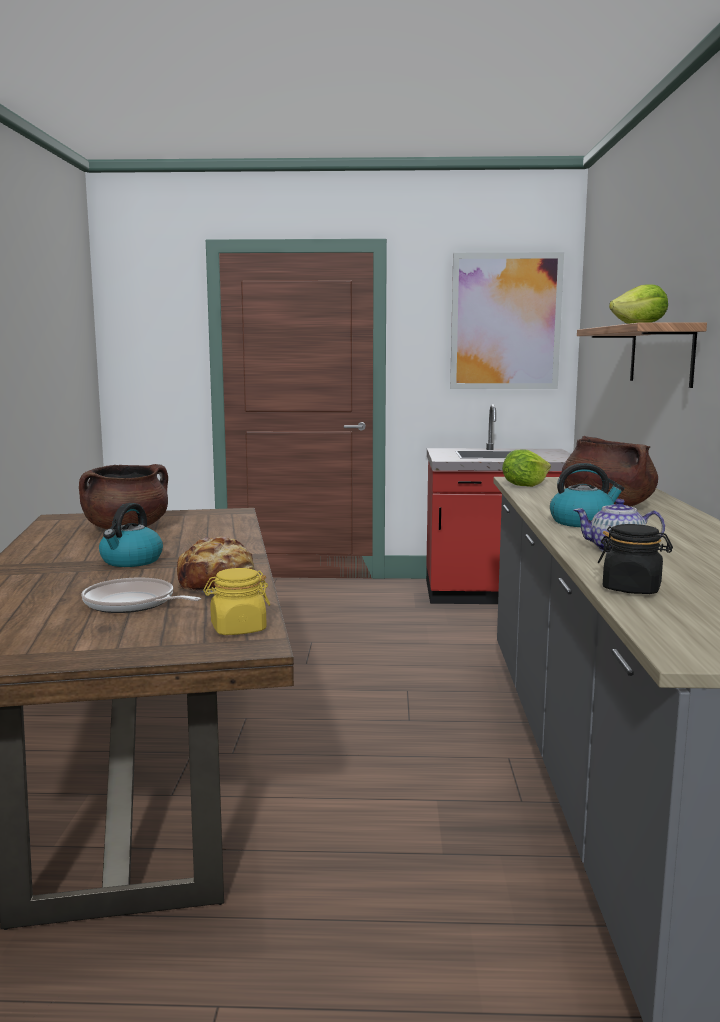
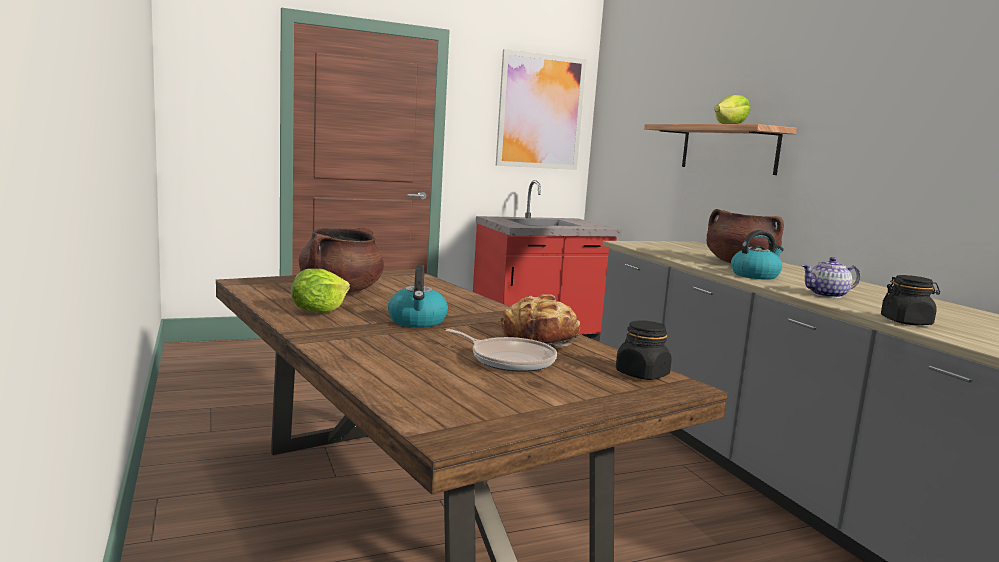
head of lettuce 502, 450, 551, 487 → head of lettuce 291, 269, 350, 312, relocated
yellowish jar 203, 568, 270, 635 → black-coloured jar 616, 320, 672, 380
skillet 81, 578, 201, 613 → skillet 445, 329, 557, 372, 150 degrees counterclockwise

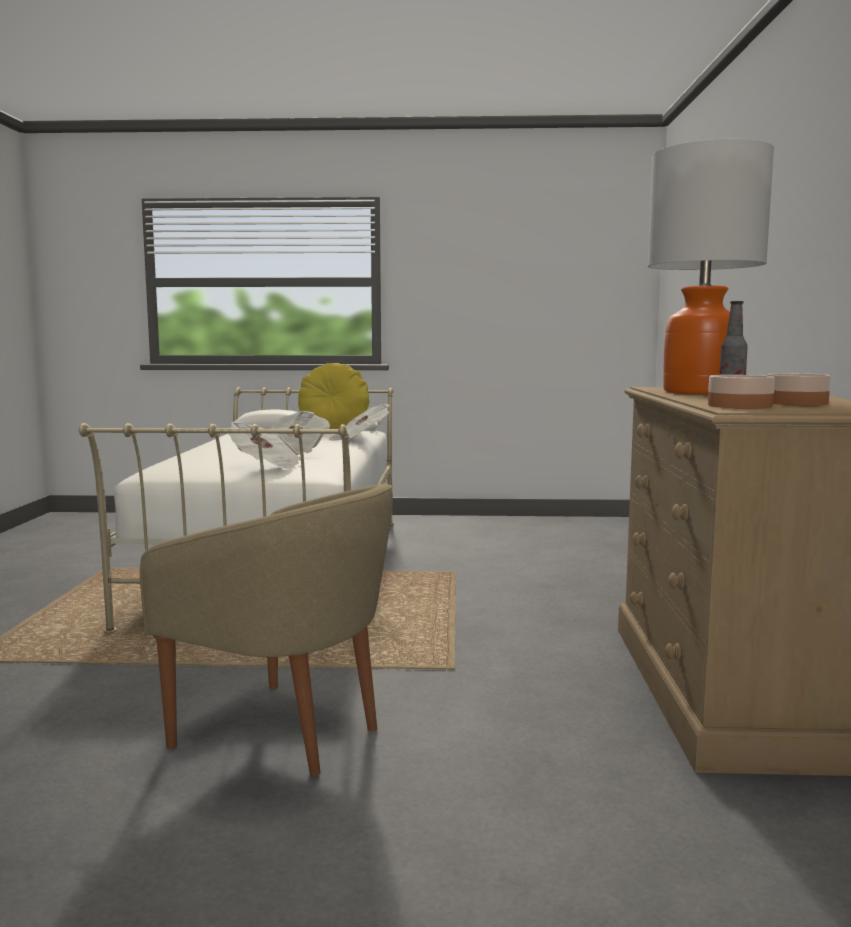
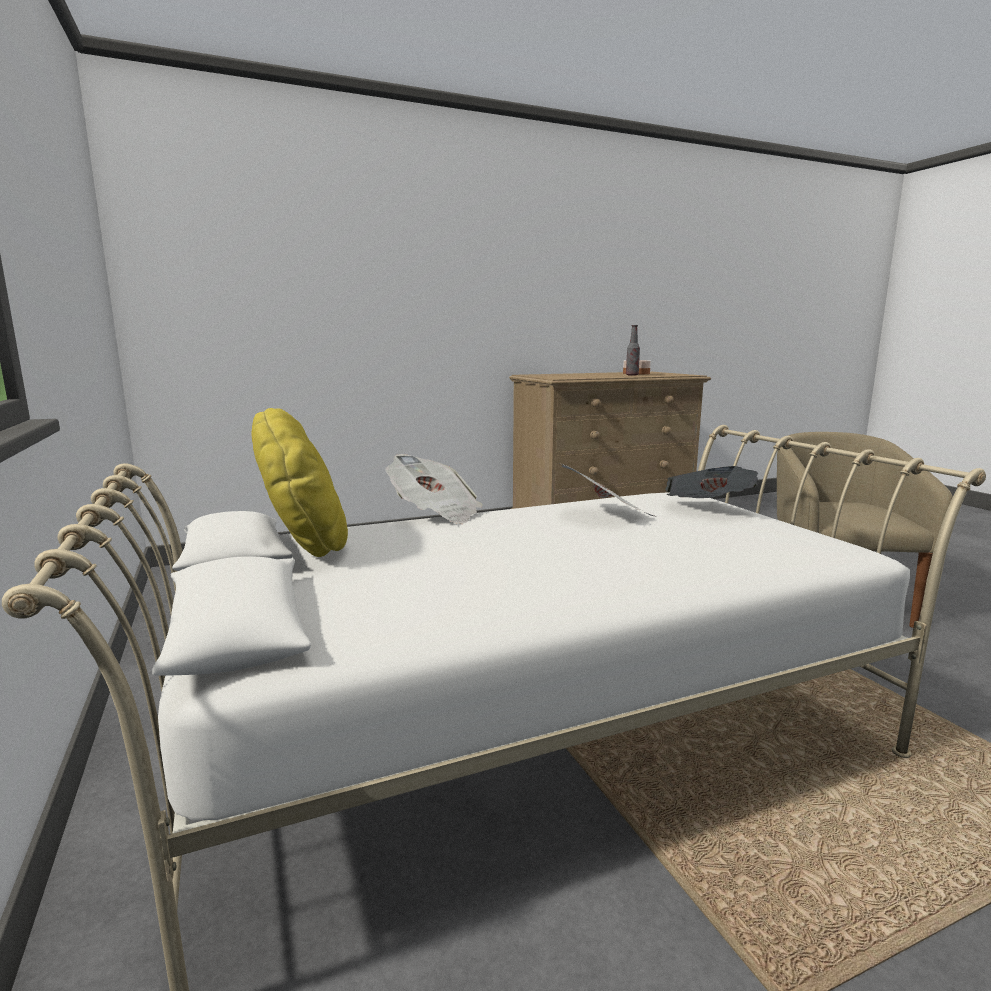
table lamp 647, 139, 774, 395 → -
deep dish 708, 375, 775, 409 → -

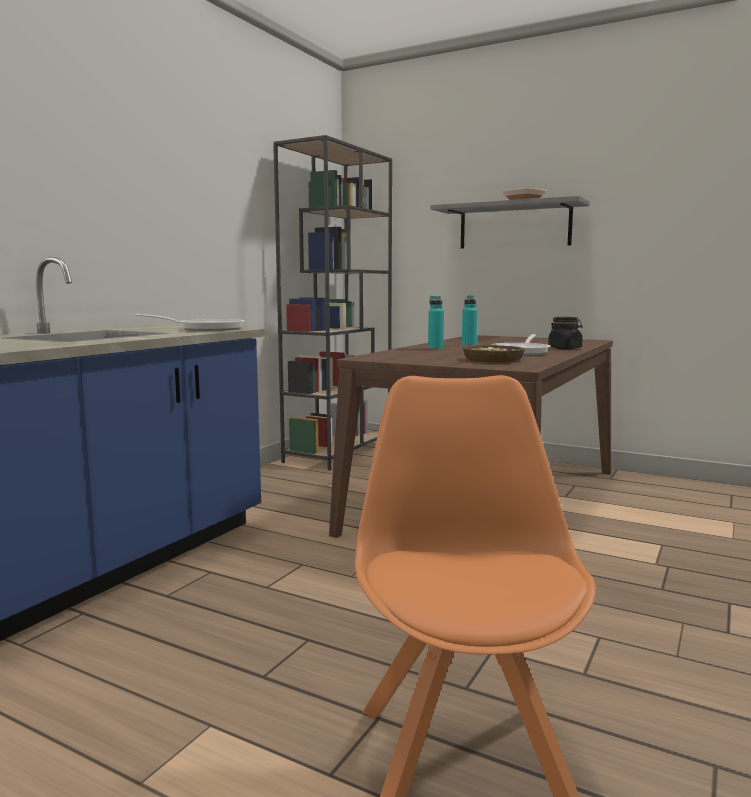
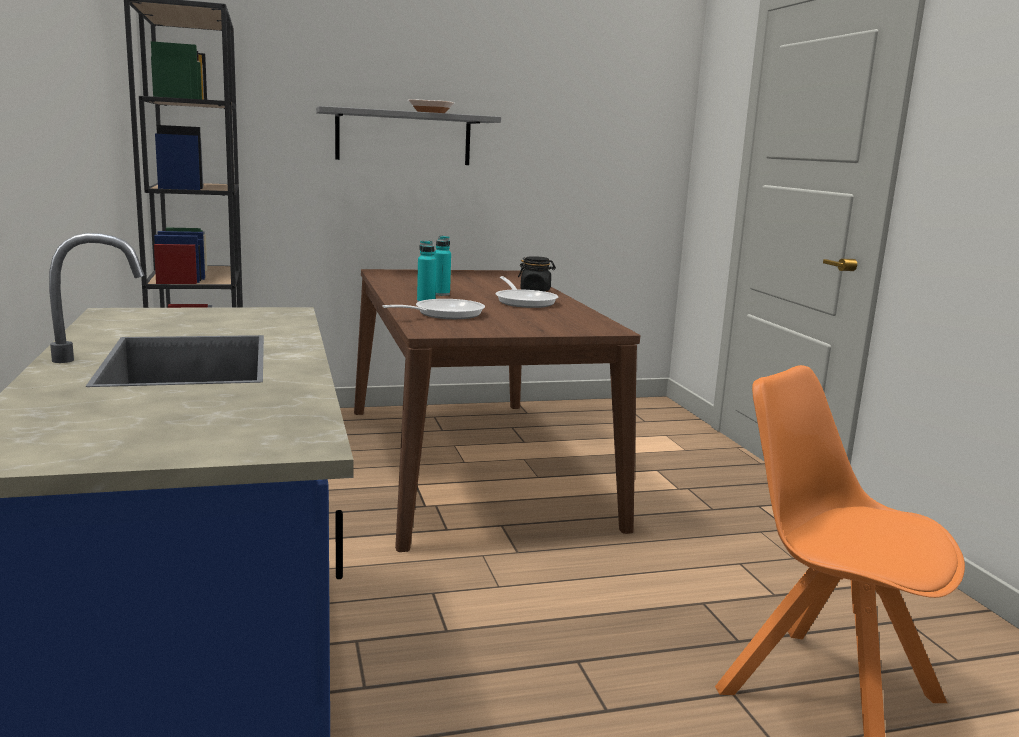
skillet 136, 314, 245, 331 → skillet 382, 299, 485, 319, relocated
deep dish 463, 344, 525, 362 → -

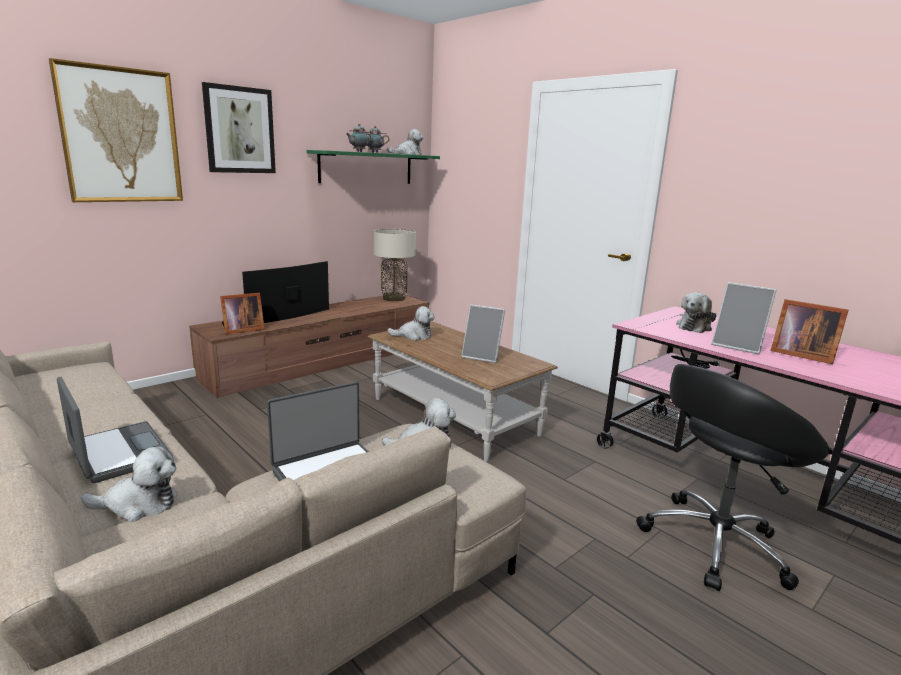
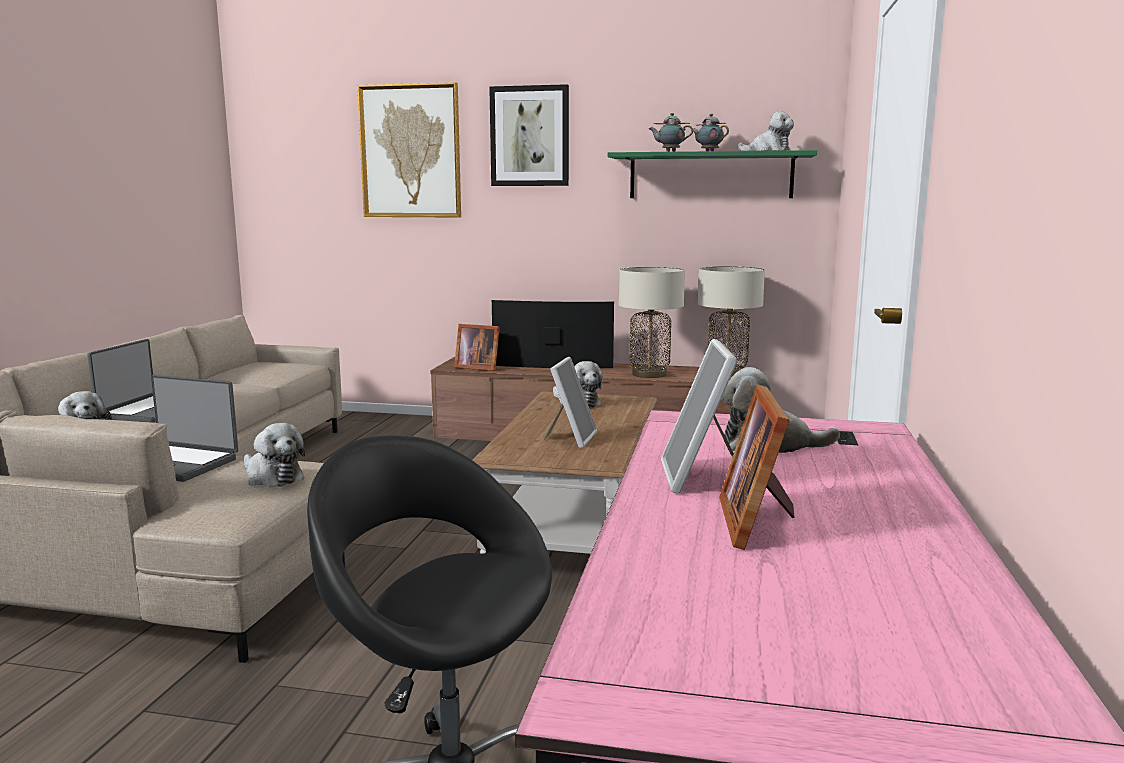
picture frame 461, 305, 505, 363 → picture frame 543, 357, 597, 448, 150 degrees counterclockwise
- → table lamp 619, 267, 685, 378

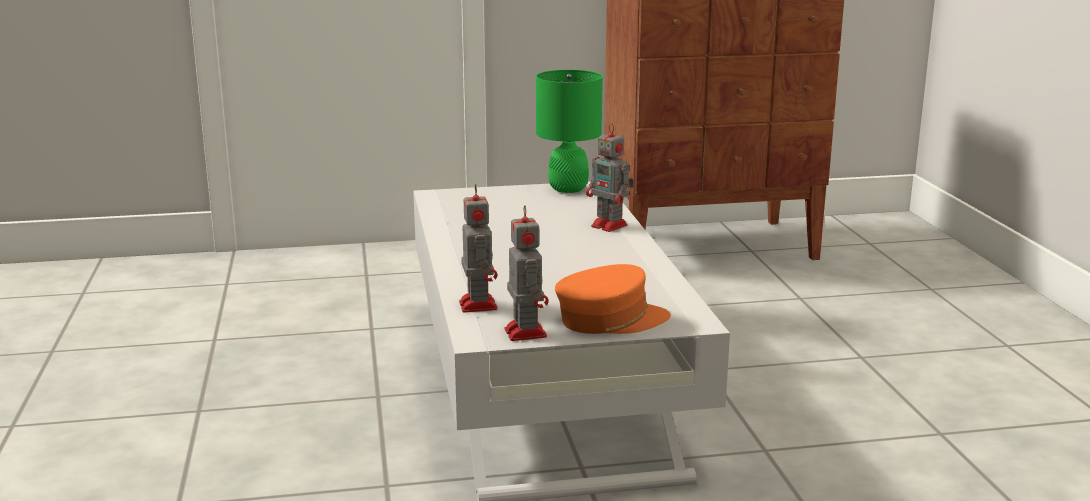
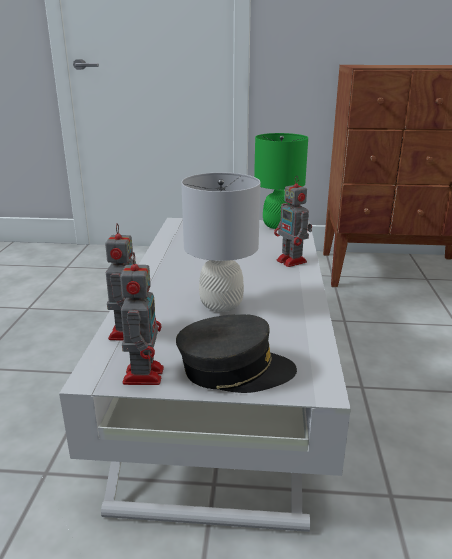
orange-coloured baseball cap 555, 264, 671, 334 → gray baseball cap 176, 314, 297, 393
- → gray table lamp 181, 173, 260, 312

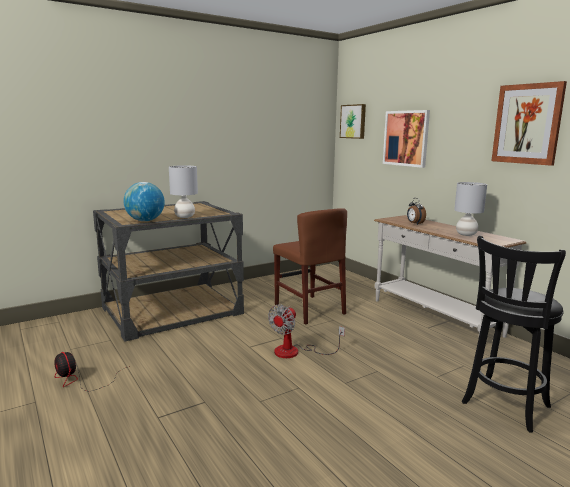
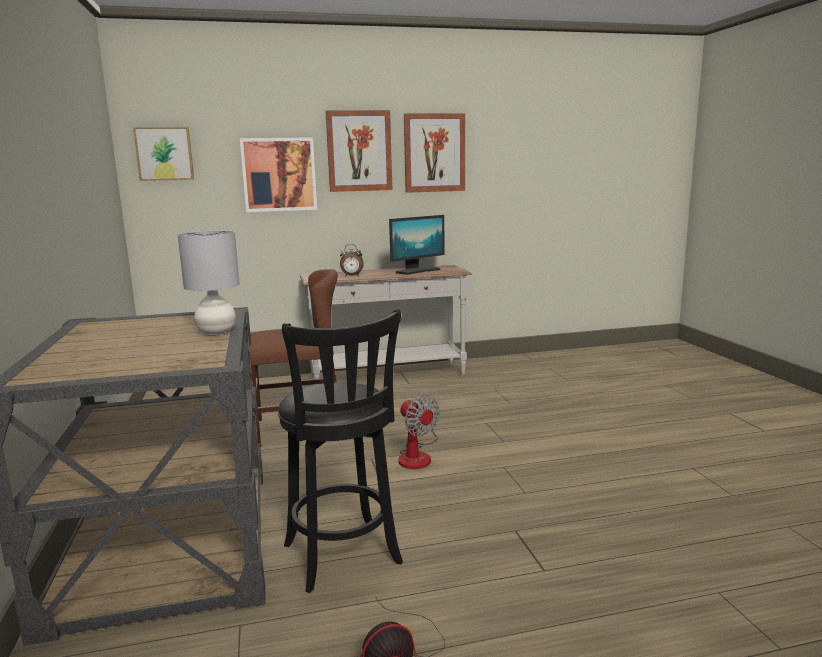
globe 123, 182, 165, 221 → -
gray table lamp 454, 182, 487, 236 → computer display 389, 215, 445, 275
black-coloured stool seat 462, 236, 566, 432 → black-coloured stool seat 278, 309, 403, 593, relocated
- → wall art 325, 110, 392, 192

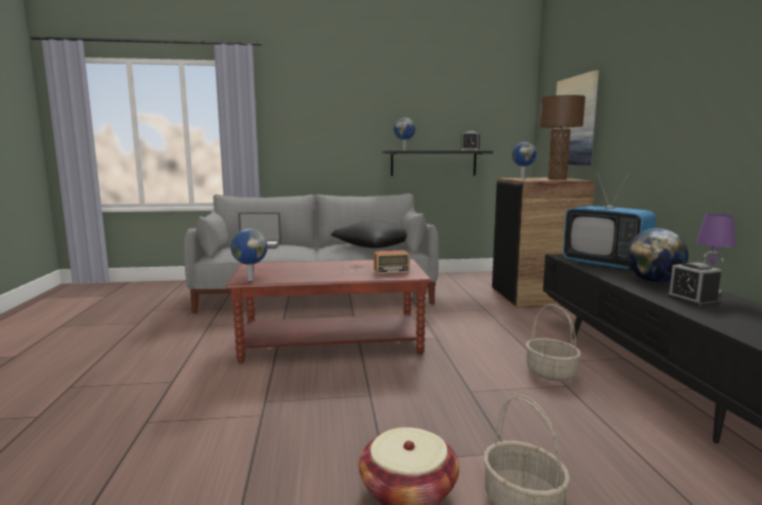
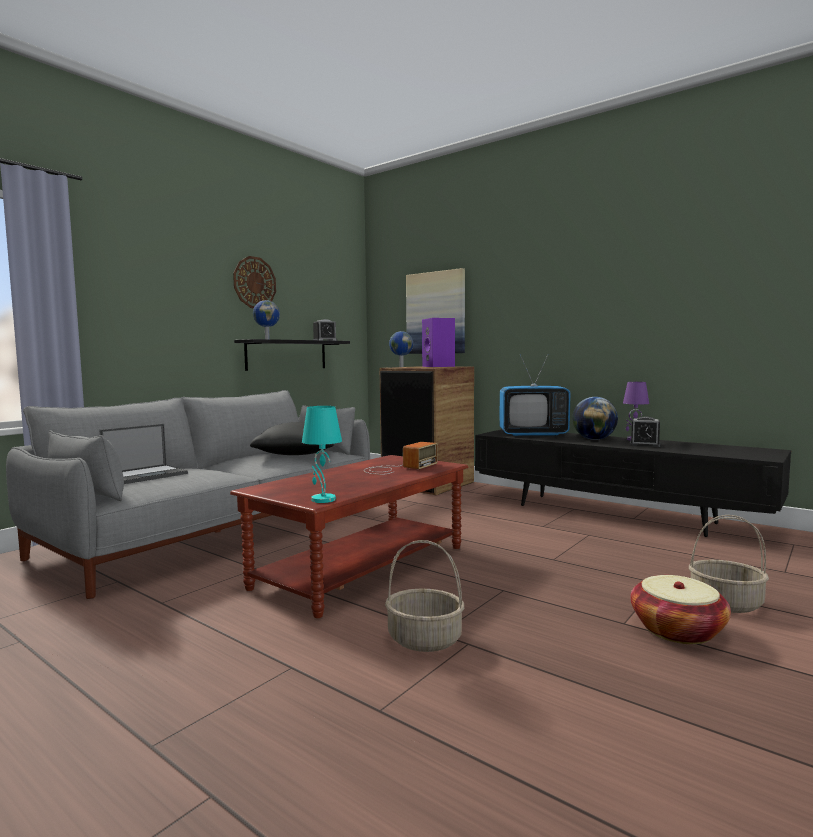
brown-coloured table lamp 540, 95, 585, 180 → purple loudspeaker 422, 318, 455, 367
globe 231, 229, 268, 281 → blue-green table lamp 302, 406, 342, 503
household basket 526, 304, 581, 382 → household basket 385, 540, 464, 652, relocated
- → hanging clock 233, 256, 276, 308

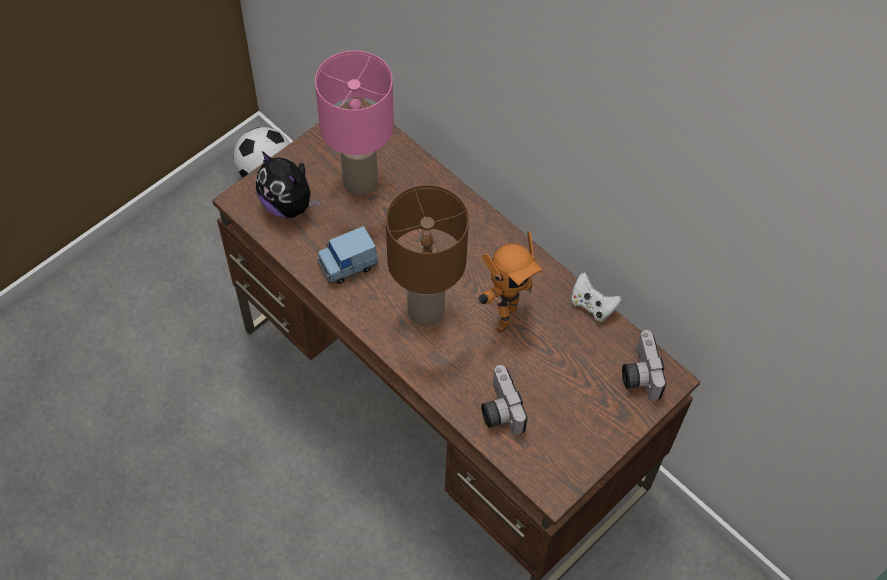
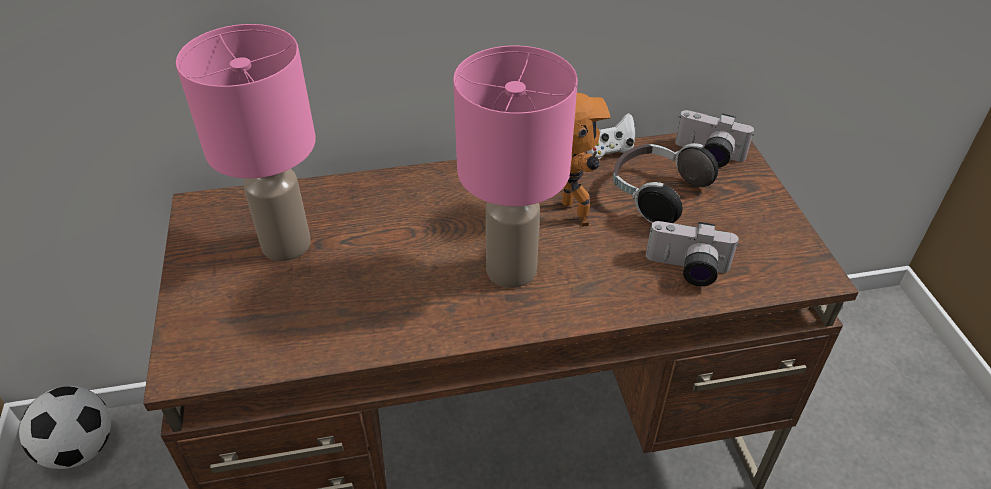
cuddly toy 256, 151, 321, 218 → -
brown-coloured table lamp 386, 185, 469, 327 → pink table lamp 453, 46, 578, 288
bluish miniature car 317, 226, 378, 284 → -
- → headphones 613, 143, 718, 223

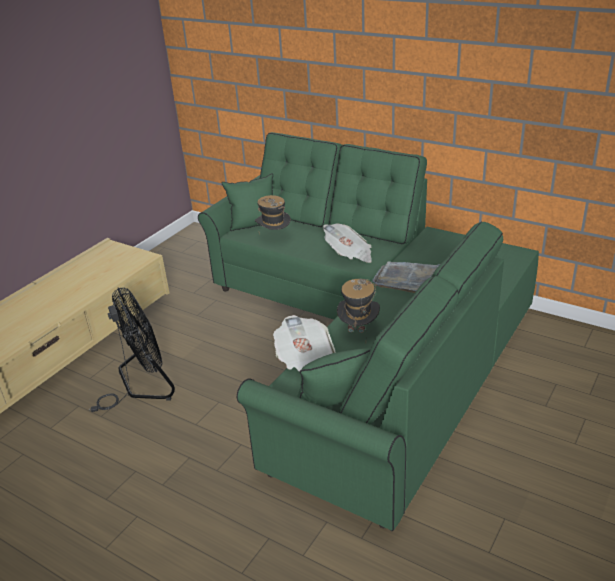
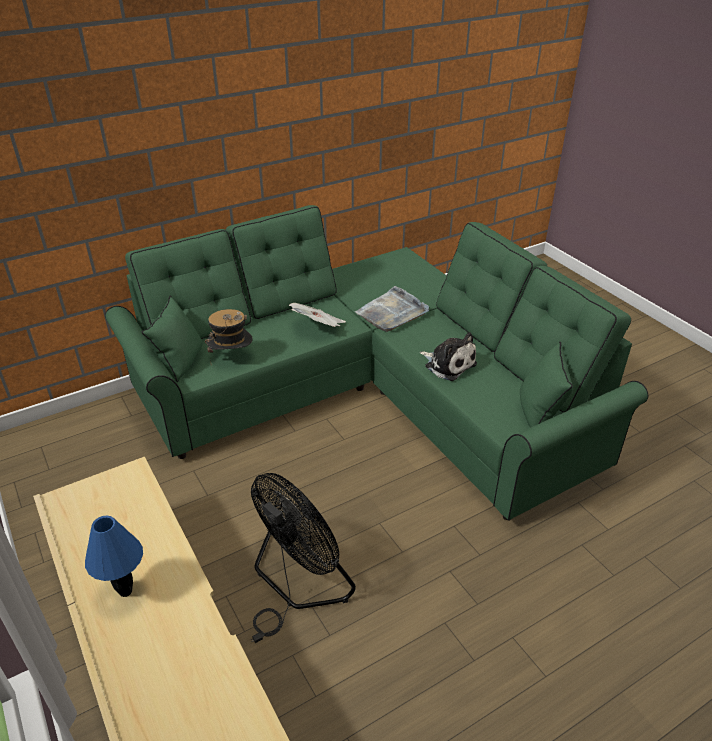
hat 337, 279, 380, 333 → cuddly toy 420, 332, 477, 381
black-coloured electric fan 89, 288, 175, 412 → black-coloured electric fan 251, 473, 356, 643, 45 degrees clockwise
printed paper 273, 315, 336, 371 → -
- → bluish table lamp 85, 516, 143, 597

